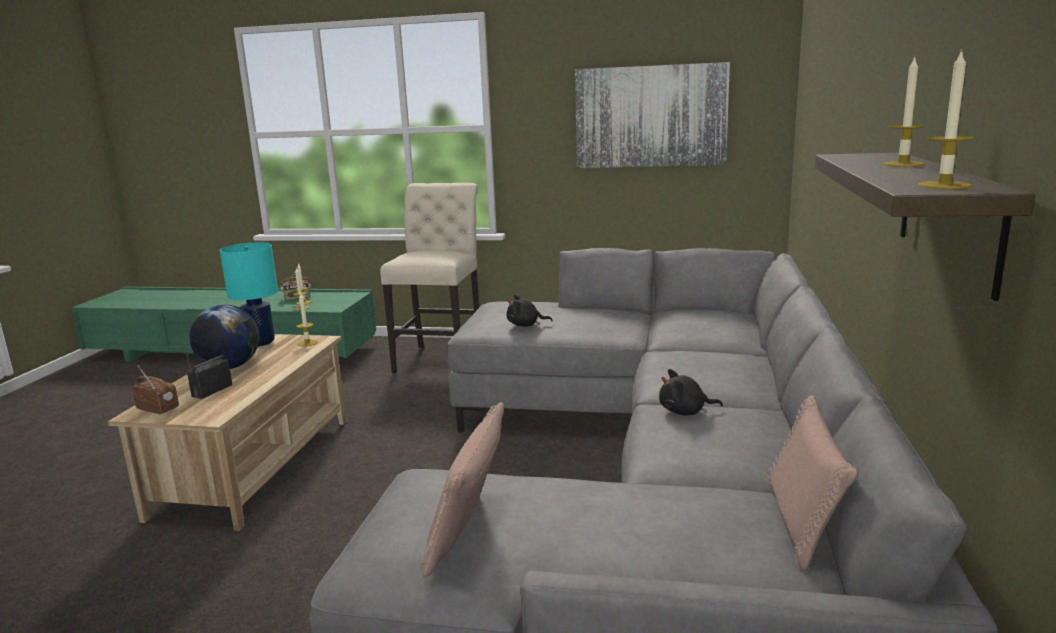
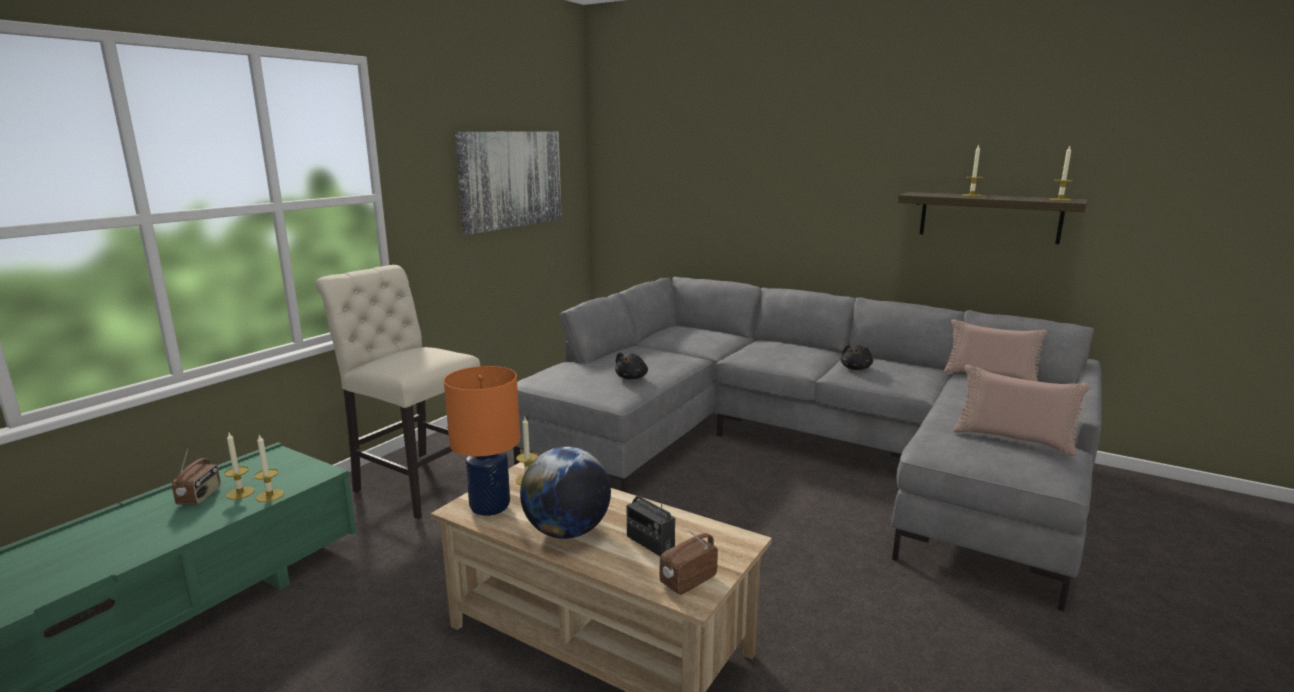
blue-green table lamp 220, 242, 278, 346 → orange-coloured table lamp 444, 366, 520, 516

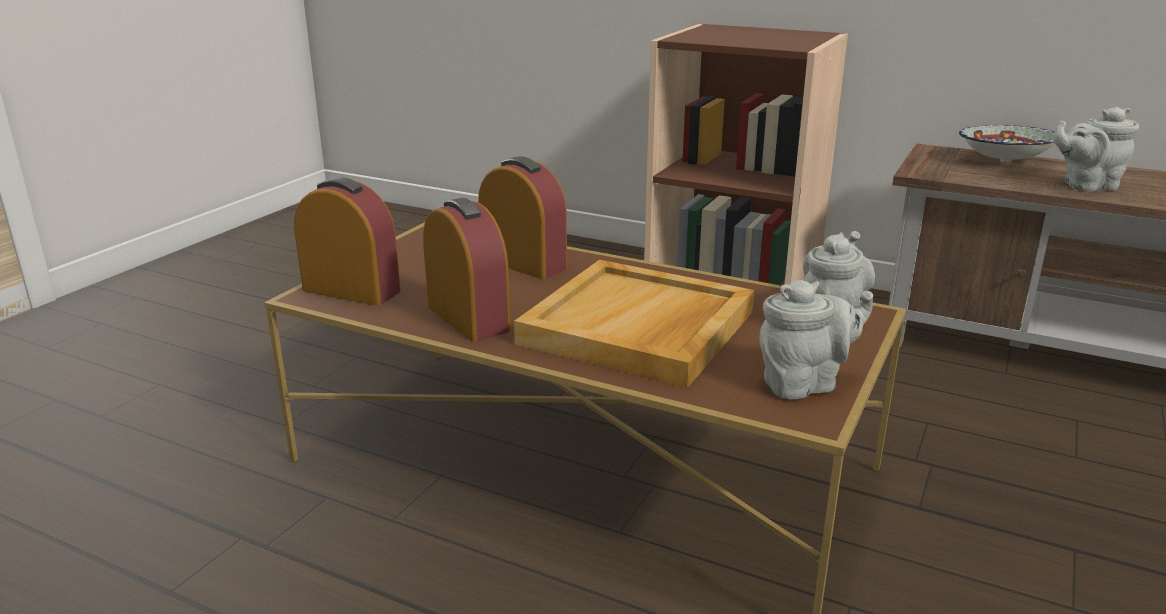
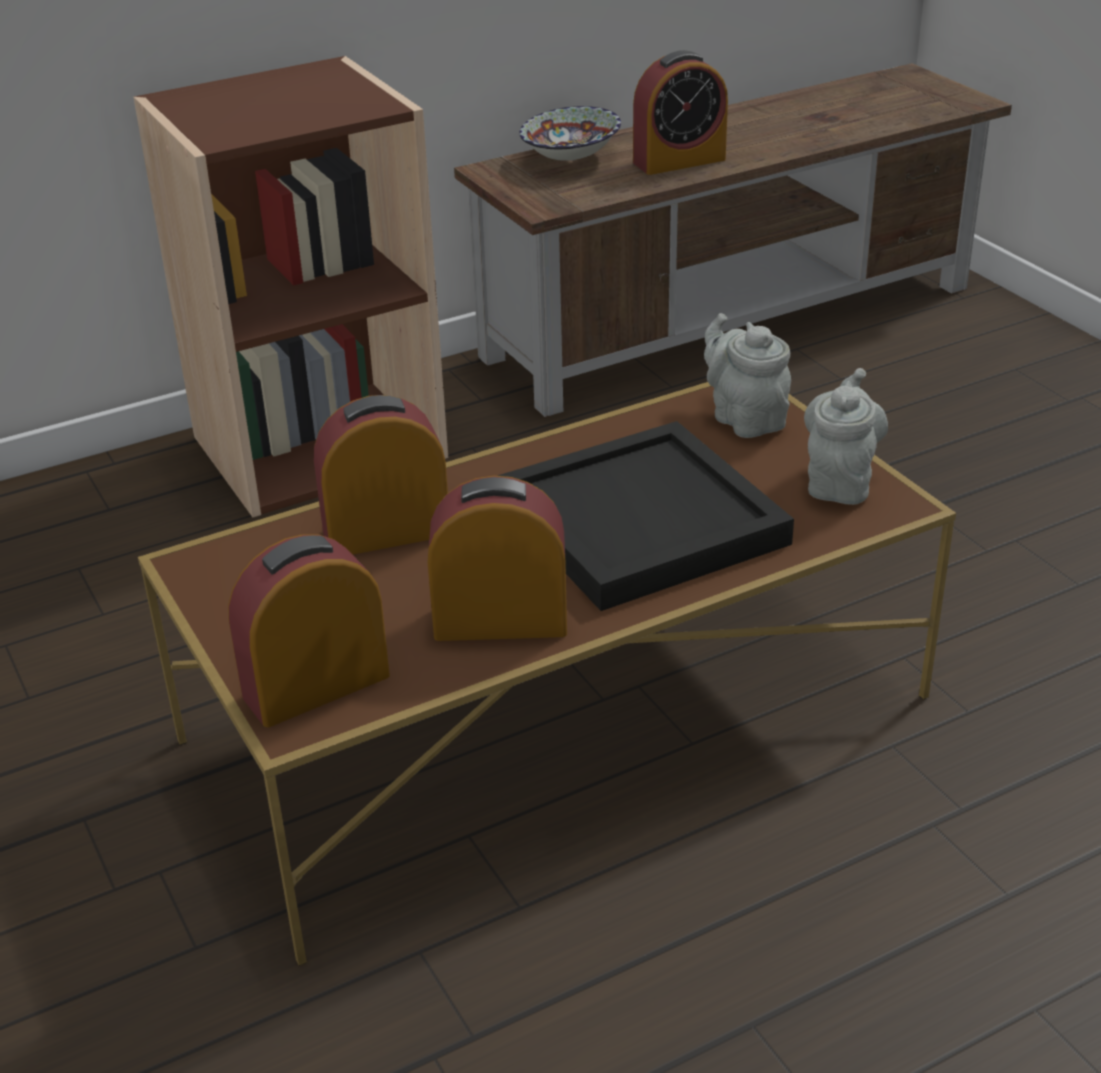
gray tea pot 1053, 107, 1139, 191 → bedside clock 633, 50, 728, 175
beige carrying tray 514, 260, 754, 388 → black-coloured carrying tray 498, 421, 794, 611

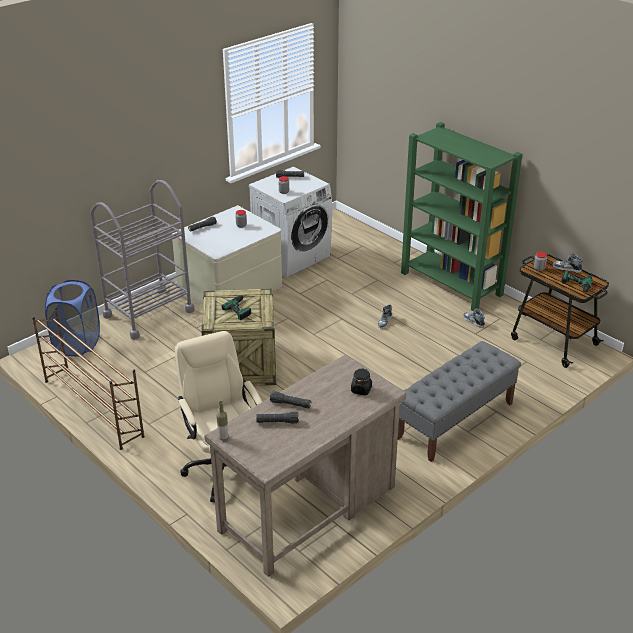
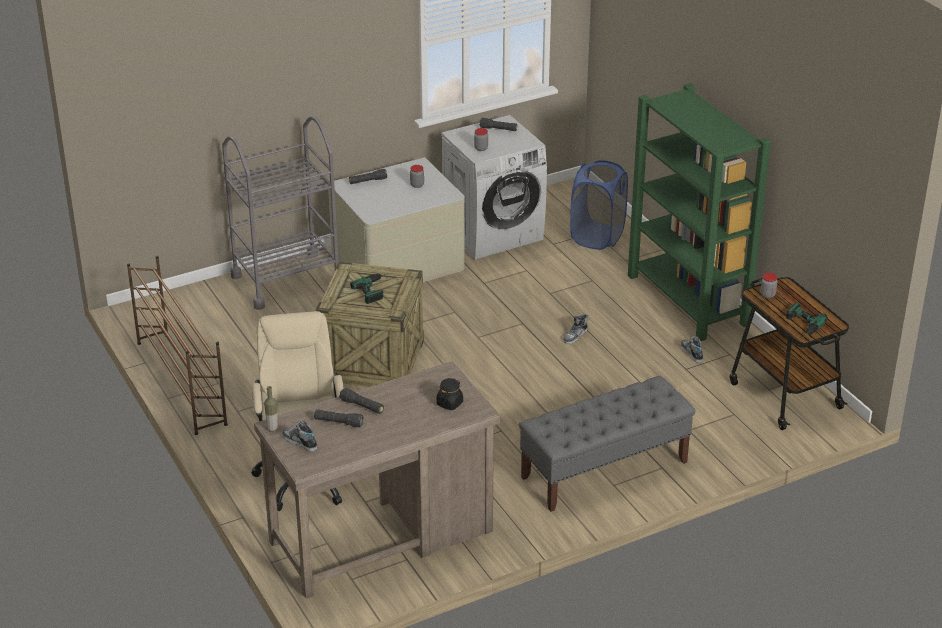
low shoe 553, 254, 583, 273 → low shoe 282, 421, 317, 452, relocated
bluish hamper 45, 280, 100, 356 → bluish hamper 570, 160, 628, 250, relocated

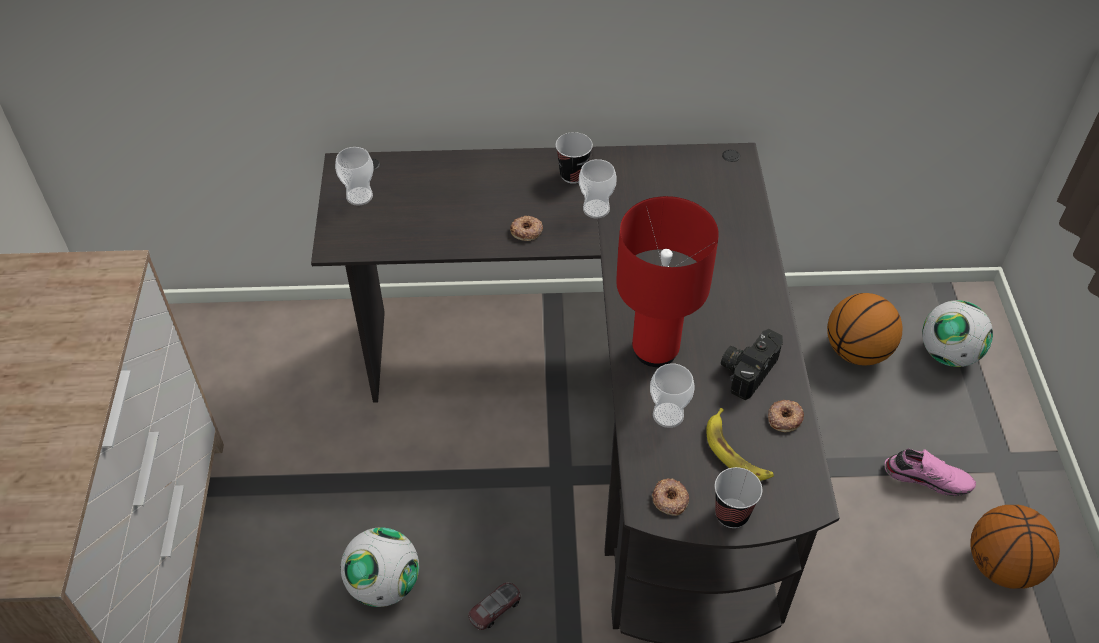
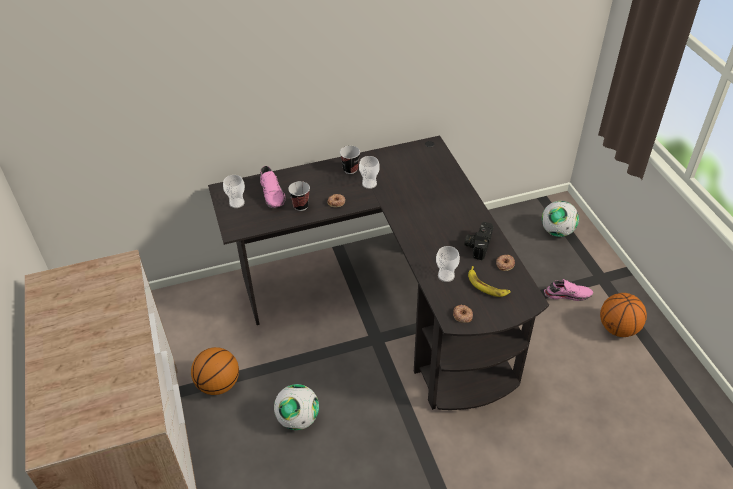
reddish table lamp 617, 196, 719, 367 → -
ball for basketball 827, 293, 903, 366 → ball for basketball 191, 347, 239, 395, relocated
drinking cup 715, 467, 762, 528 → drinking cup 288, 181, 310, 211, relocated
miniature car 468, 582, 521, 630 → -
- → pink low shoe 260, 166, 286, 208

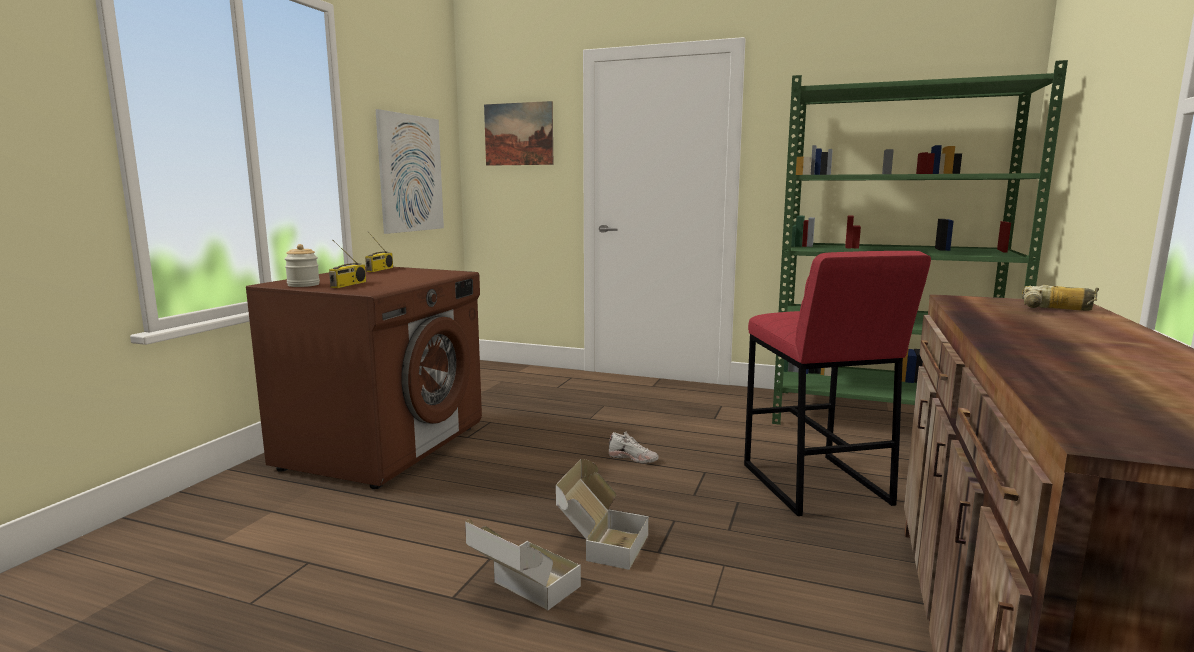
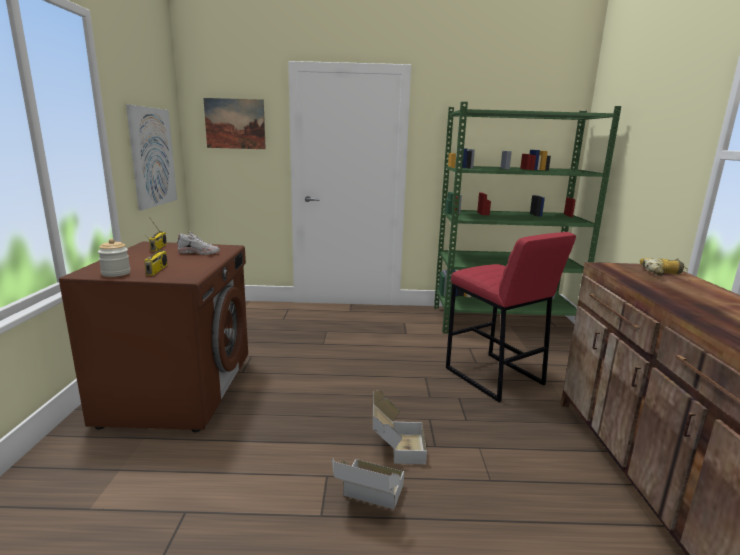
white-coloured low shoe 609, 431, 659, 463 → white-coloured low shoe 177, 232, 220, 255, relocated

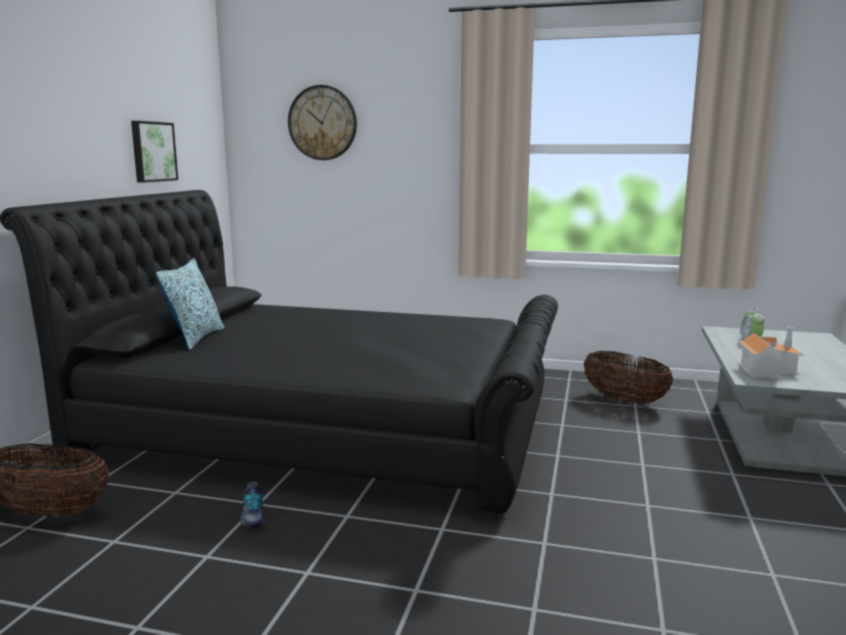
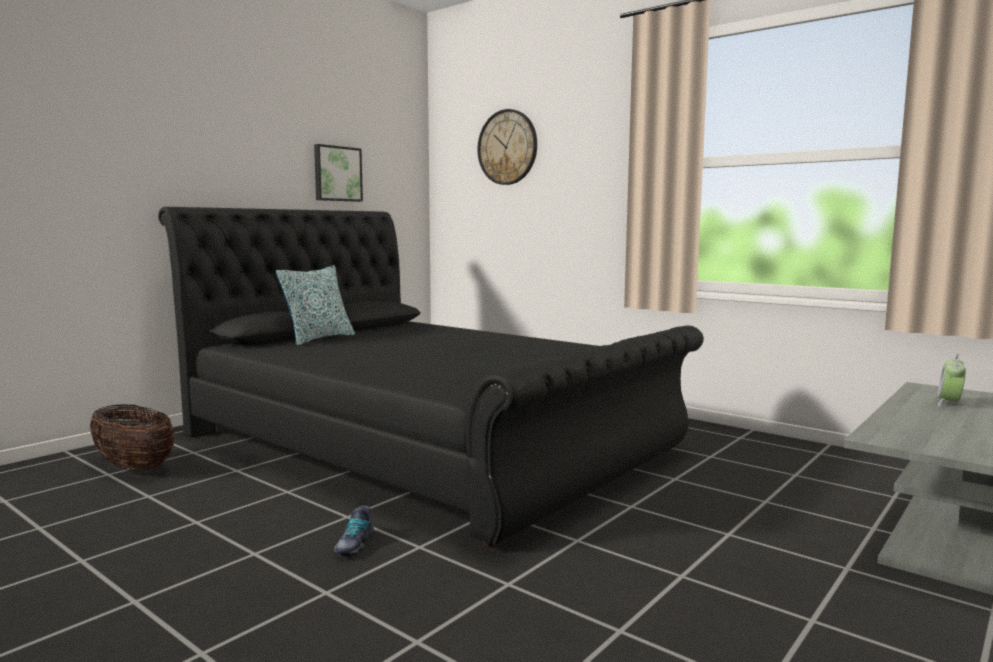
toy house 738, 327, 804, 379 → -
household basket 584, 351, 673, 404 → -
low shoe 240, 482, 265, 529 → low shoe 334, 506, 374, 558, relocated

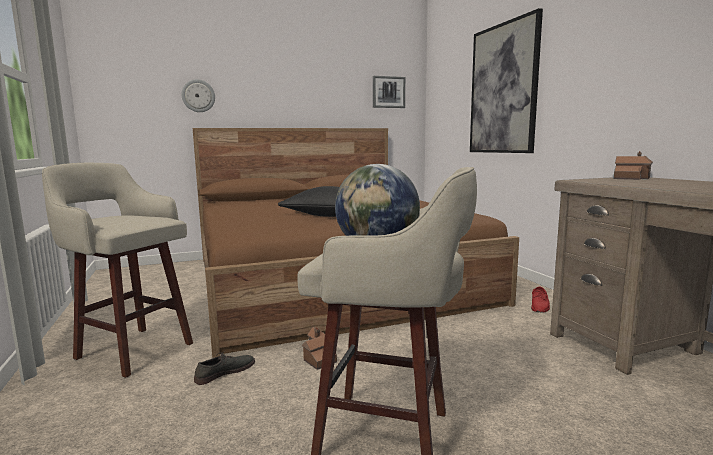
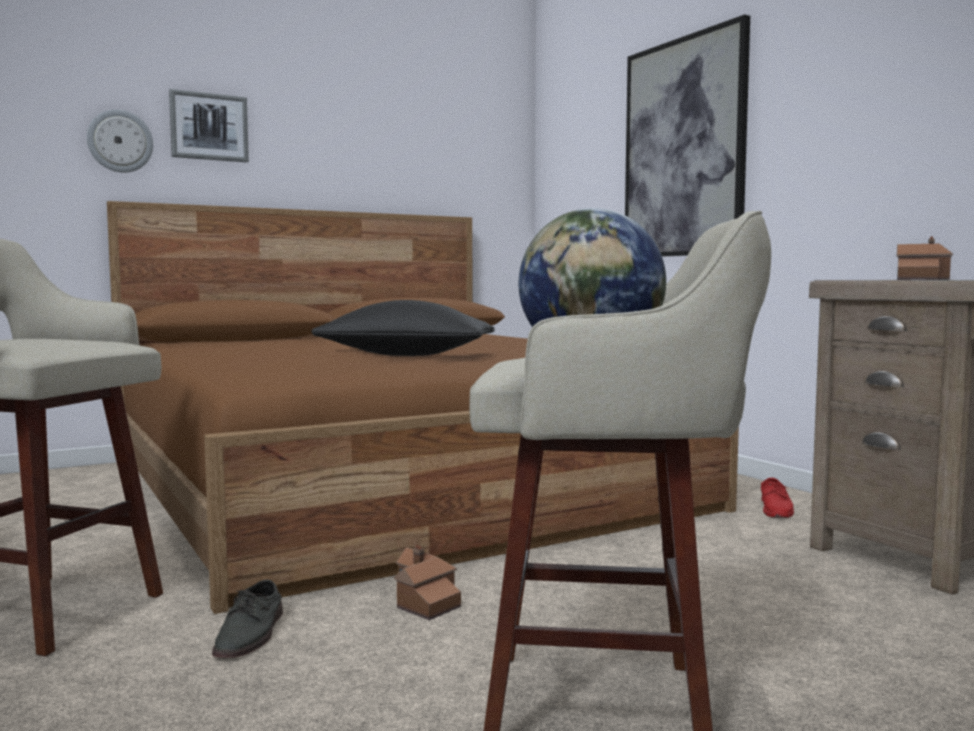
wall art 373, 76, 405, 108 → wall art 169, 89, 249, 162, relocated
gray low shoe 194, 352, 255, 385 → gray low shoe 212, 579, 283, 658, 150 degrees clockwise

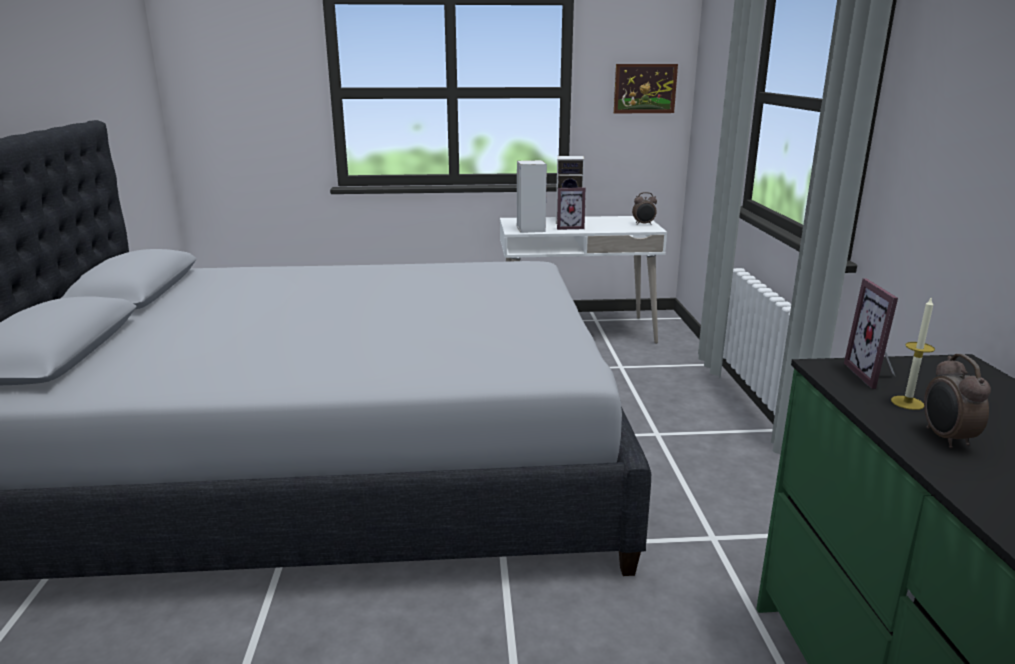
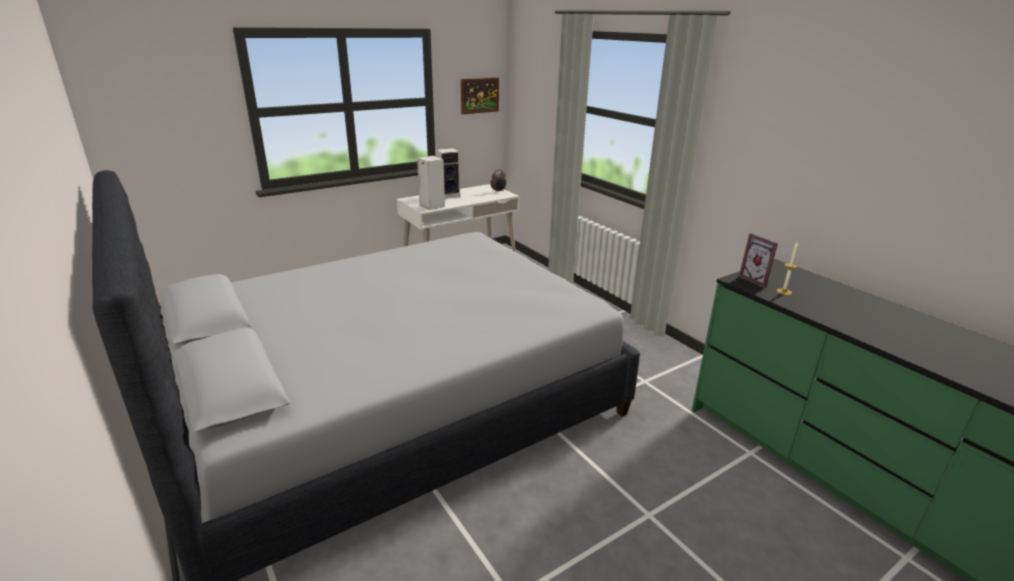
picture frame 557, 188, 586, 230 → -
bedside clock 924, 354, 991, 448 → -

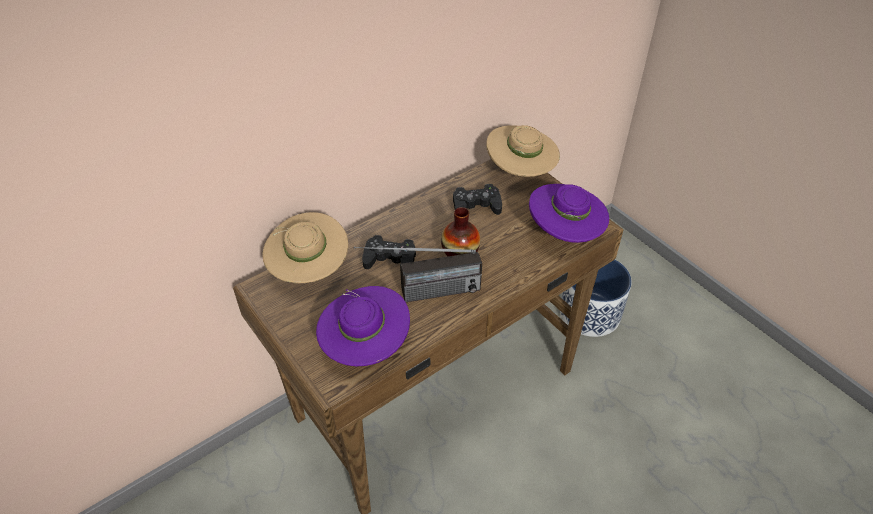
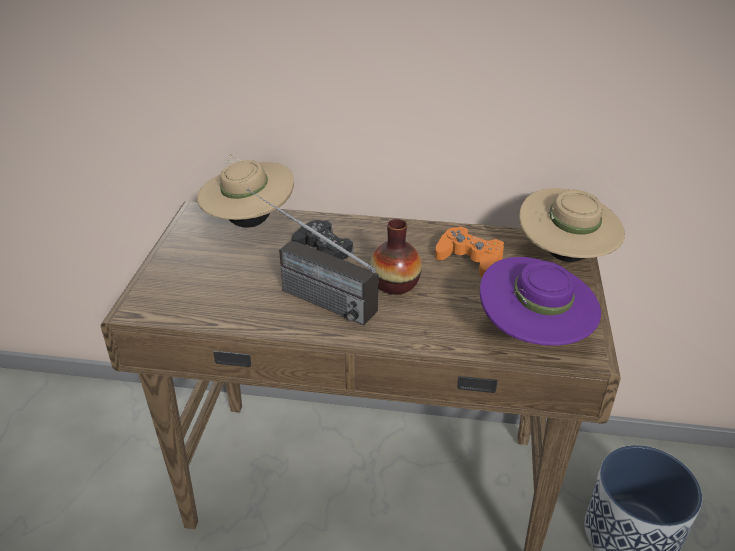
black-coloured joypad 453, 184, 502, 215 → orange-coloured joypad 435, 226, 504, 277
purple hat 316, 286, 410, 366 → -

